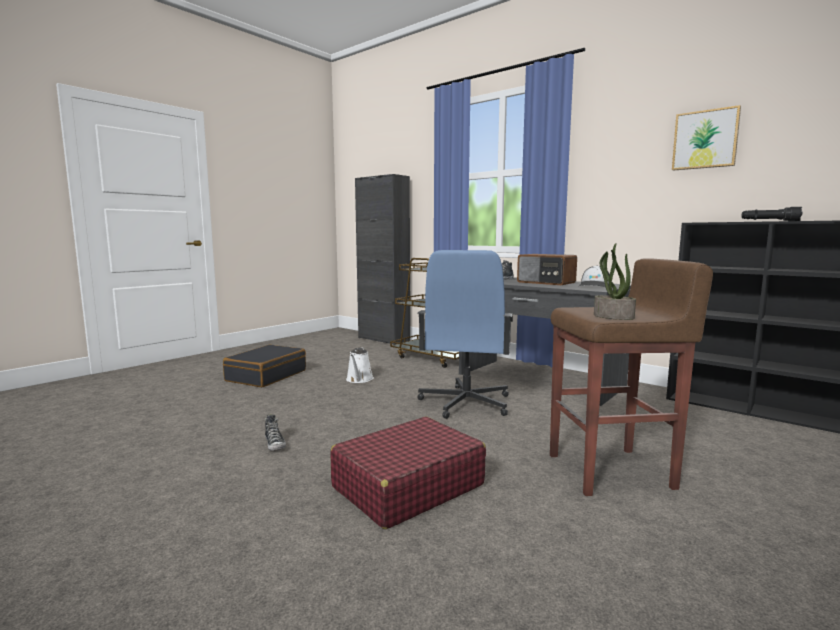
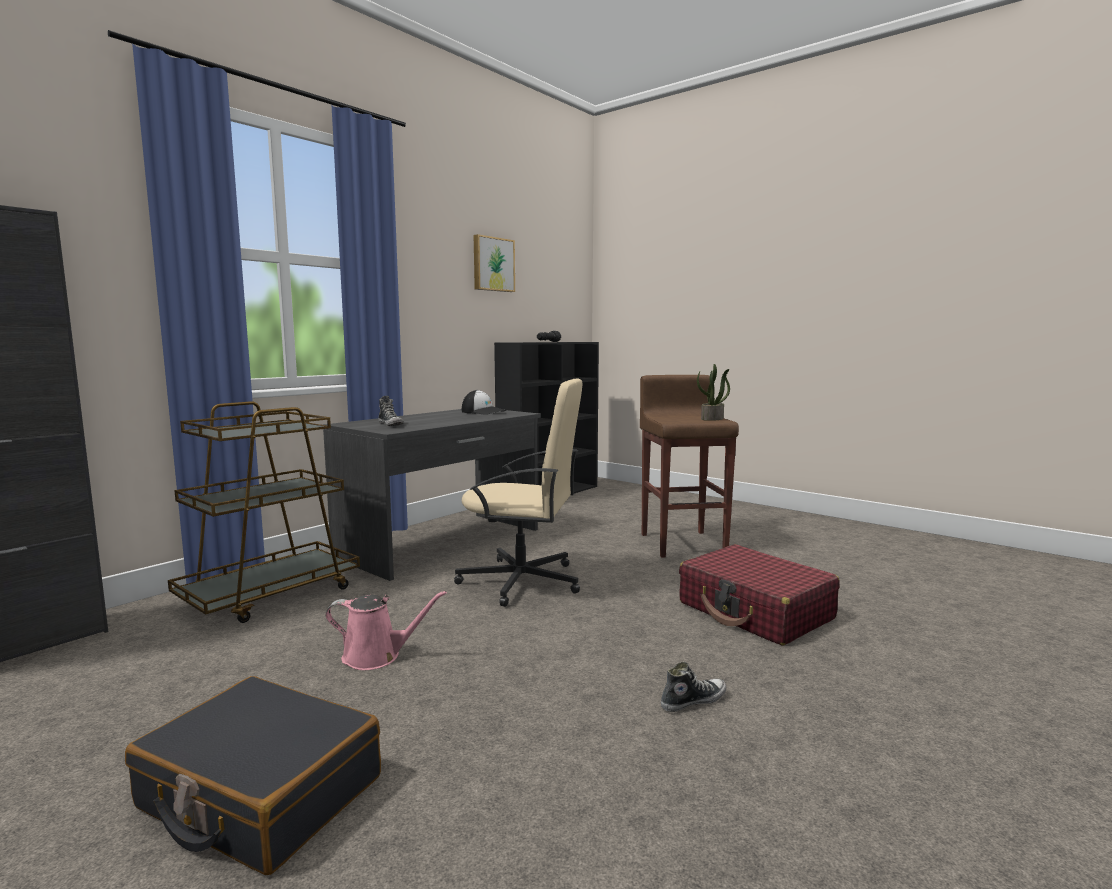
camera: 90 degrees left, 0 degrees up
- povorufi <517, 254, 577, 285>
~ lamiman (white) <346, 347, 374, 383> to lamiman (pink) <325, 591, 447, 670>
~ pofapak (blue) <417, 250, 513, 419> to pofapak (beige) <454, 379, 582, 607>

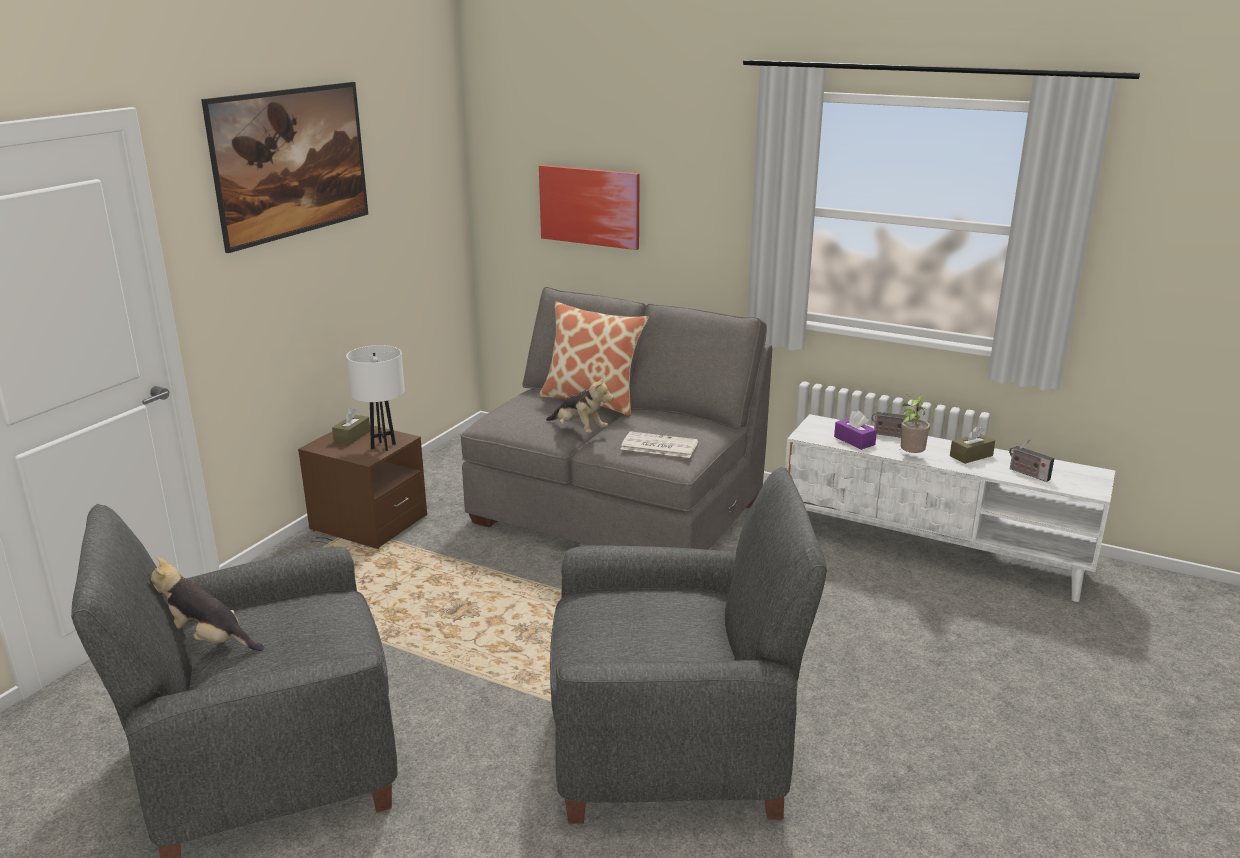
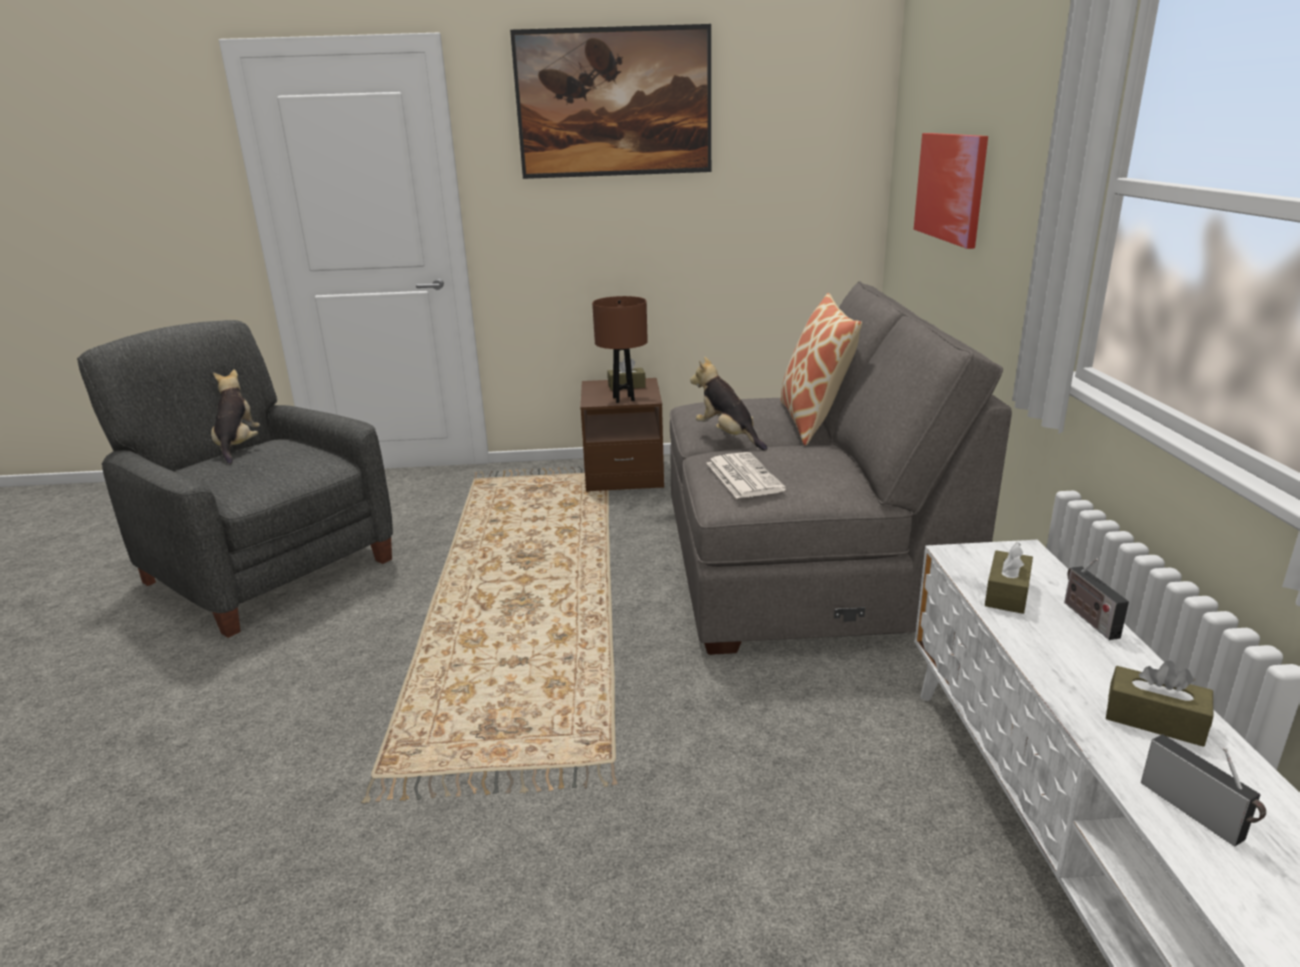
camera: 60 degrees right, 0 degrees up
- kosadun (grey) <550, 467, 827, 824>
- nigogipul <899, 394, 930, 453>
~ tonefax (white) <346, 345, 405, 451> to tonefax (brown) <592, 296, 648, 403>
~ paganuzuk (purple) <834, 411, 877, 450> to paganuzuk (brown) <985, 542, 1033, 614>
~ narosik <546, 376, 614, 433> = <690, 357, 767, 451> 135 degrees clockwise
~ povorufi <1009, 439, 1054, 482> = <1141, 734, 1266, 846> 135 degrees clockwise

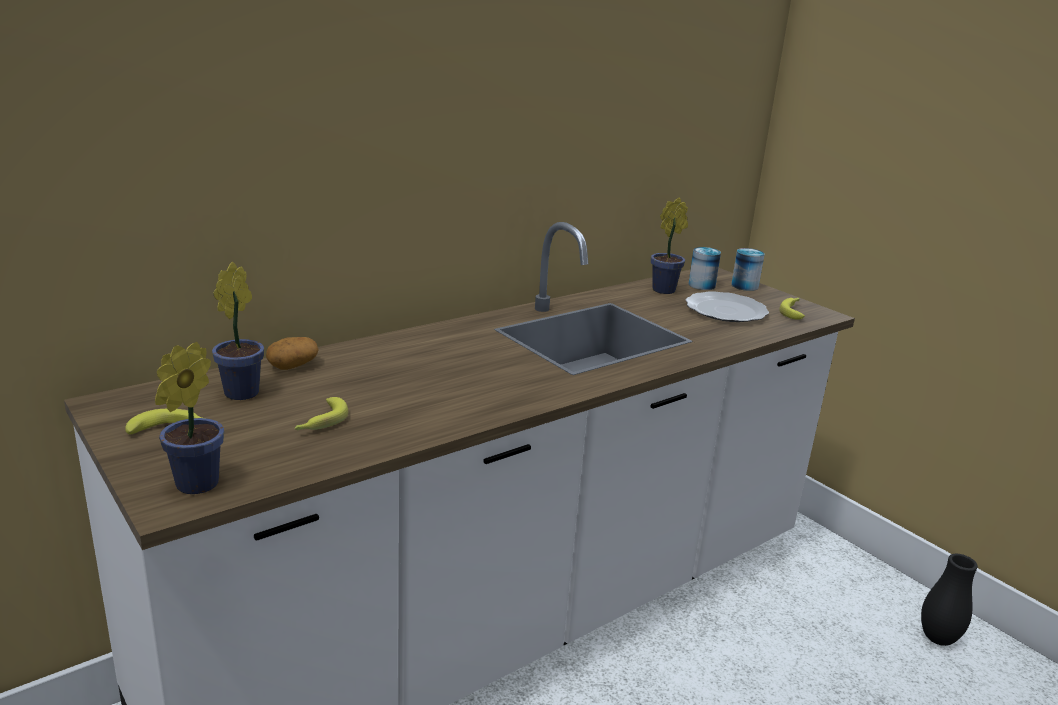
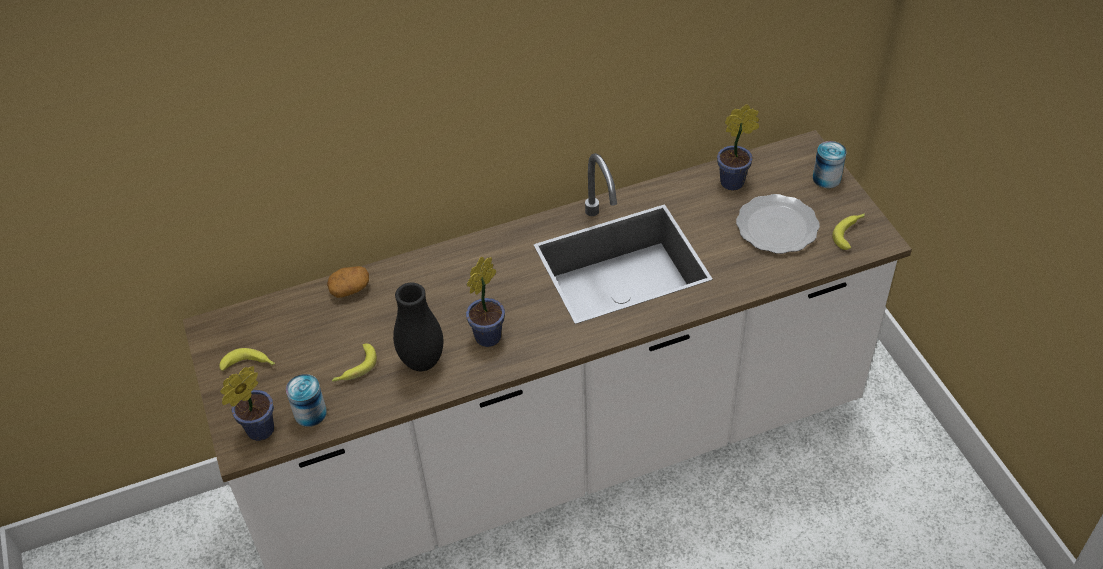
camera: 20 degrees right, 25 degrees up
~ nigogipul <212, 262, 265, 400> to <466, 257, 505, 347>
~ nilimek <688, 247, 721, 290> to <286, 374, 327, 427>
~ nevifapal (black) <921, 554, 978, 646> to <393, 282, 444, 371>

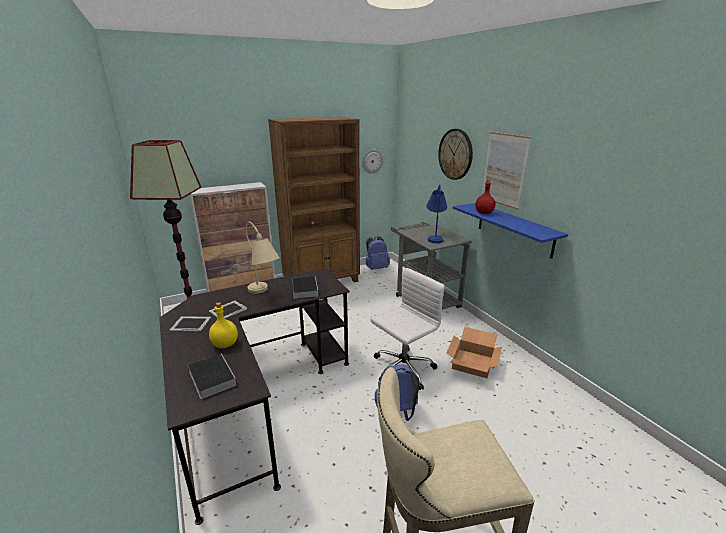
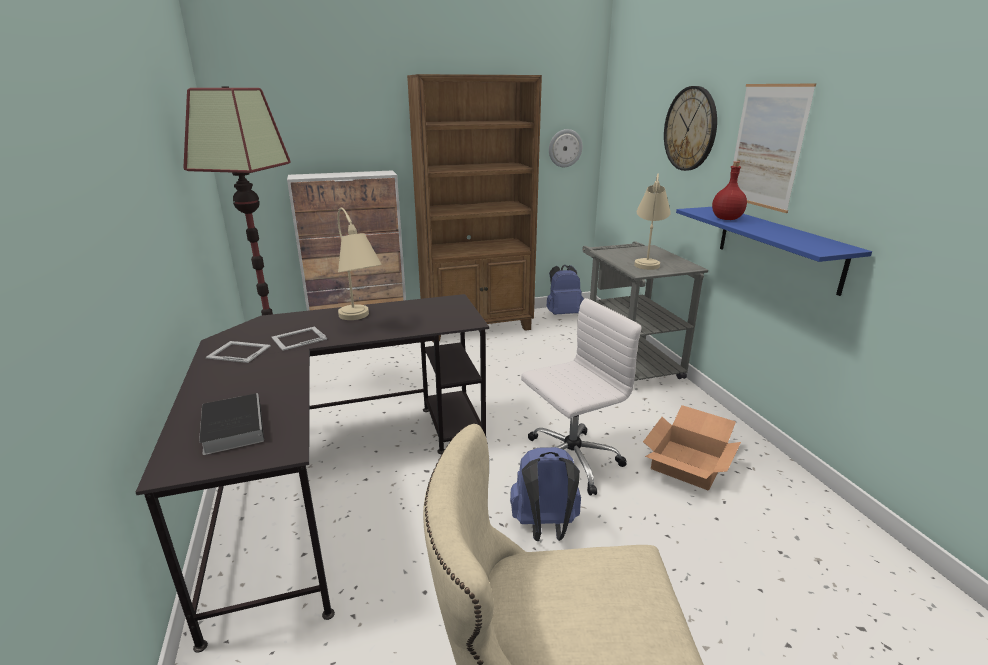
camera: 10 degrees right, 0 degrees up
- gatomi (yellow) <209, 302, 238, 348>
- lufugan <292, 276, 319, 298>
~ tonefax (blue) <426, 184, 447, 243> to tonefax (beige) <634, 174, 671, 270>

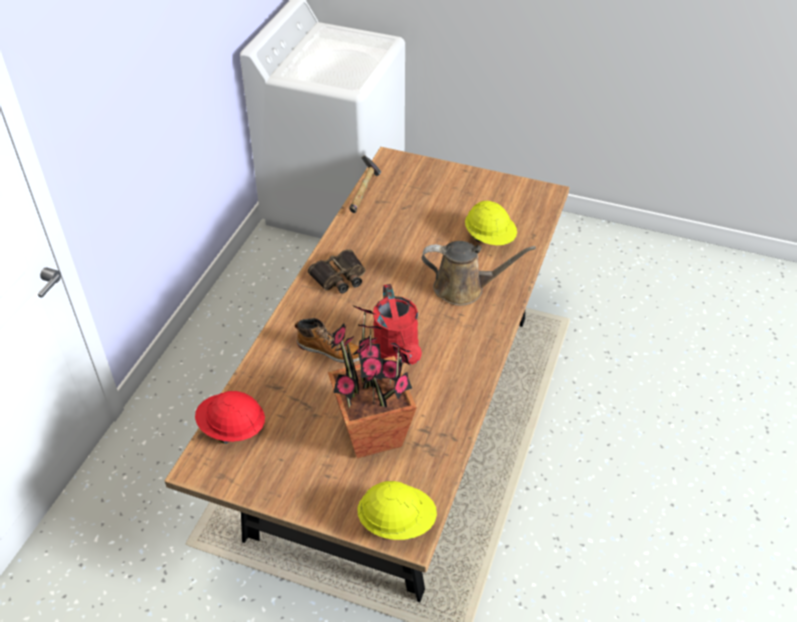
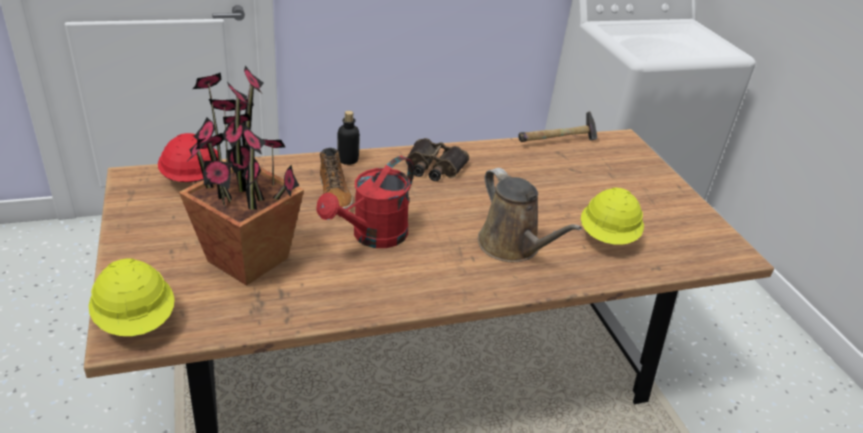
camera: 50 degrees right, 10 degrees down
+ gatomi <337, 111, 360, 165>

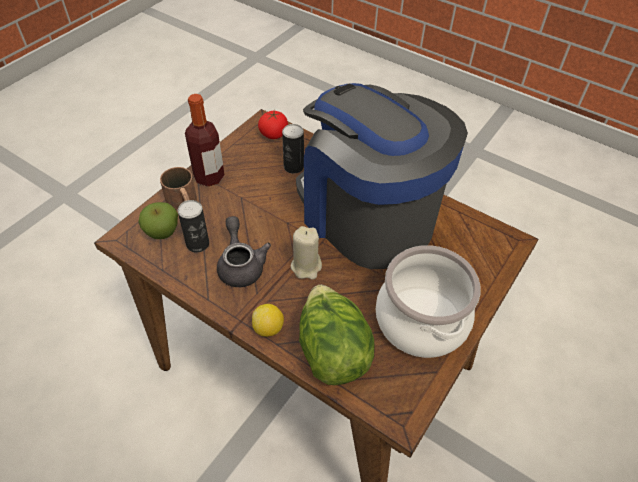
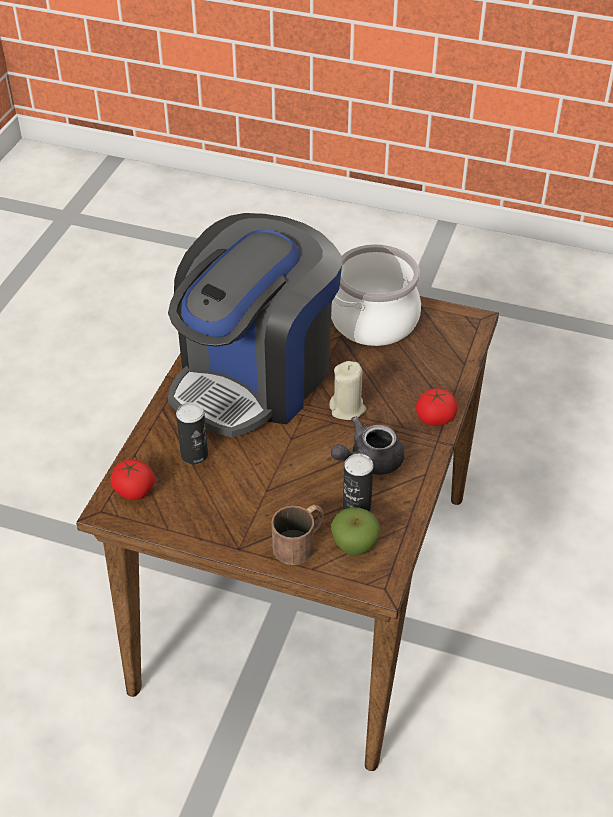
camera: 105 degrees left, 5 degrees down
- gatomi <185, 94, 225, 187>
- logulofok <299, 285, 375, 385>
~ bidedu <252, 304, 284, 337> to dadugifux <416, 388, 457, 426>

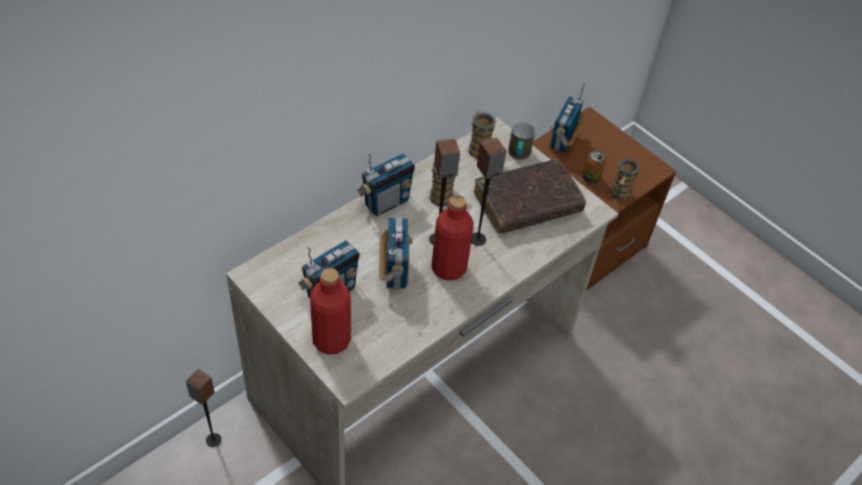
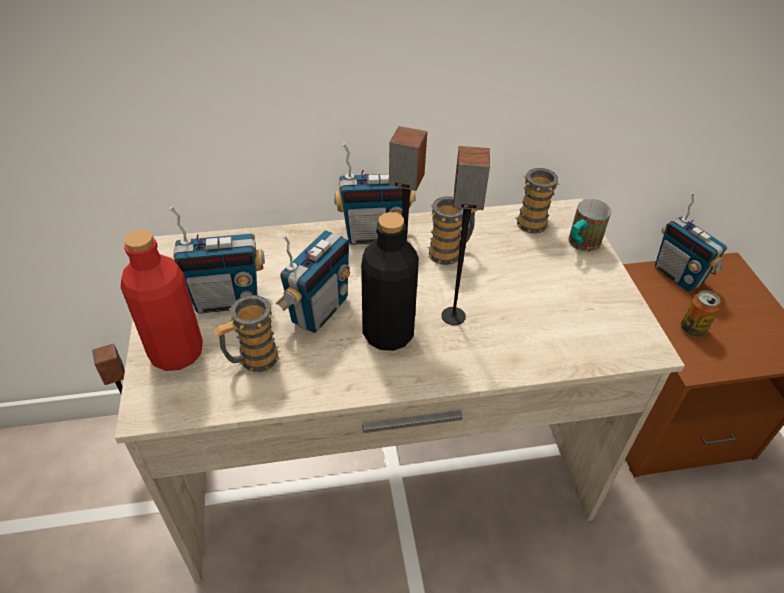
camera: 35 degrees right, 5 degrees down
- lufugan (brown) <474, 159, 586, 234>
~ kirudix <609, 159, 641, 200> to <214, 295, 280, 372>
~ gatomi (red) <432, 195, 473, 281> to gatomi (black) <361, 212, 419, 351>
~ povorufi <550, 83, 585, 153> = <655, 193, 727, 292> 90 degrees counterclockwise

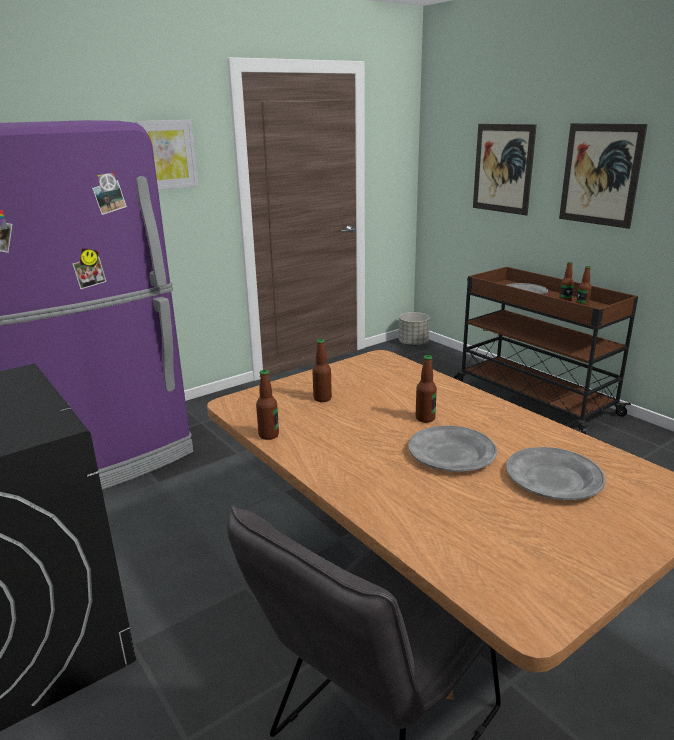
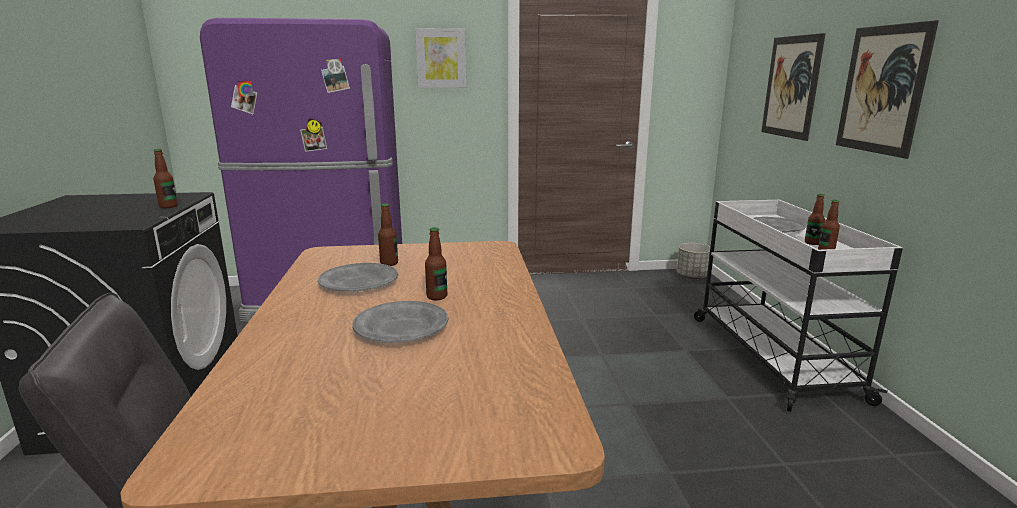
camera: 30 degrees right, 5 degrees down
~ gatomi <256, 370, 279, 440> to <153, 149, 178, 208>
~ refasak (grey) <506, 447, 605, 500> to <318, 263, 398, 292>
~ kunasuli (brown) <453, 267, 638, 434> to kunasuli (white) <694, 200, 903, 412>

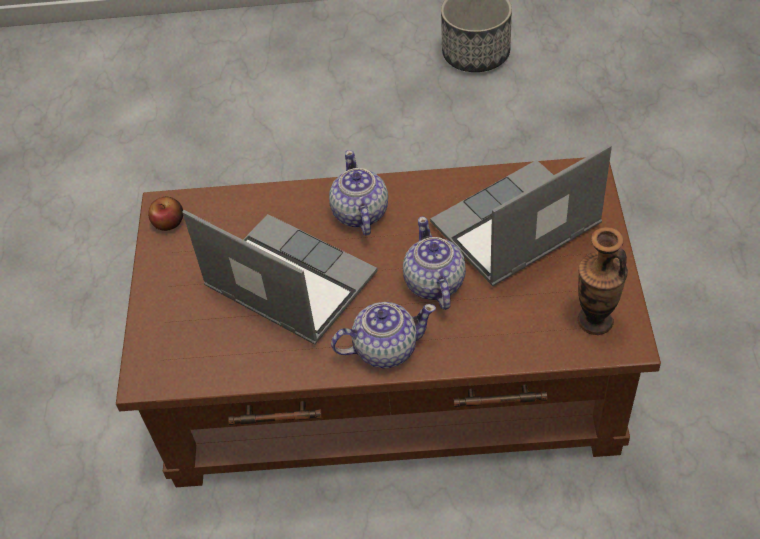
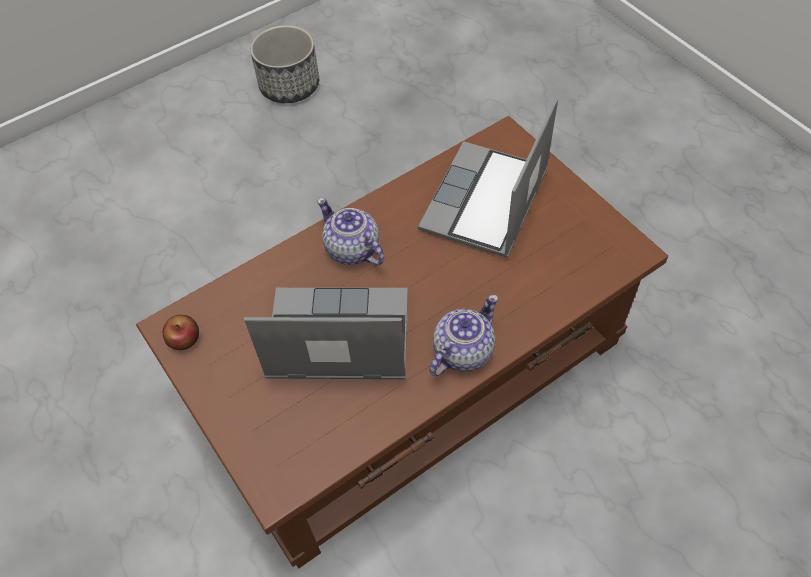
camera: 35 degrees left, 5 degrees up
- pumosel <403, 217, 466, 310>
- nevifapal <578, 227, 628, 335>

